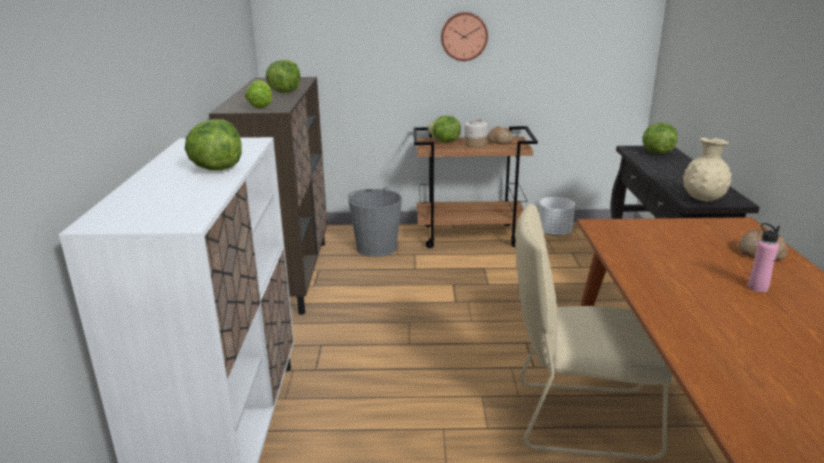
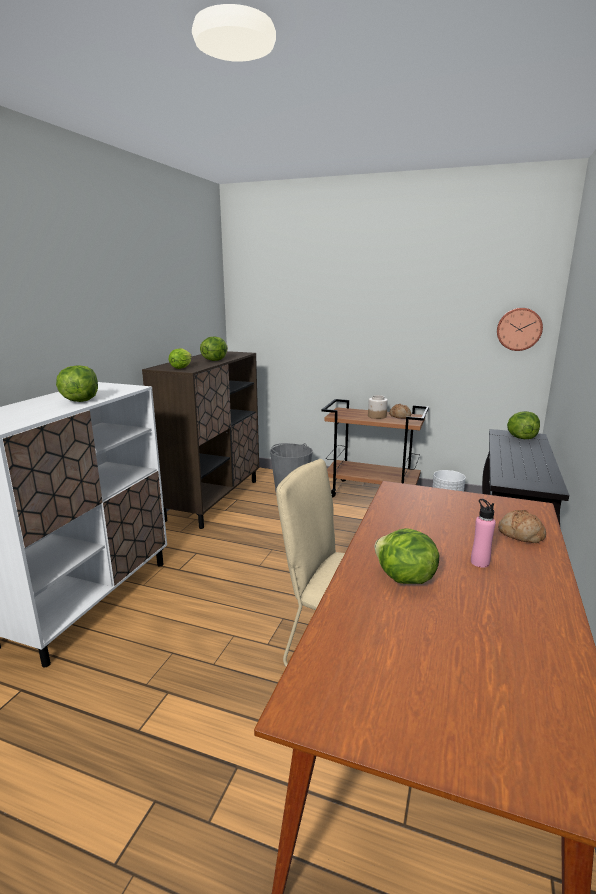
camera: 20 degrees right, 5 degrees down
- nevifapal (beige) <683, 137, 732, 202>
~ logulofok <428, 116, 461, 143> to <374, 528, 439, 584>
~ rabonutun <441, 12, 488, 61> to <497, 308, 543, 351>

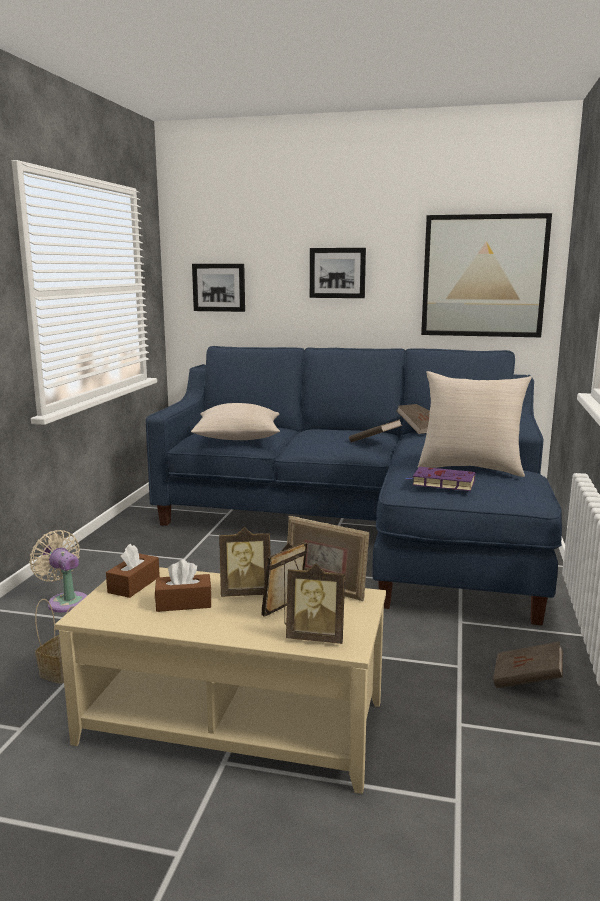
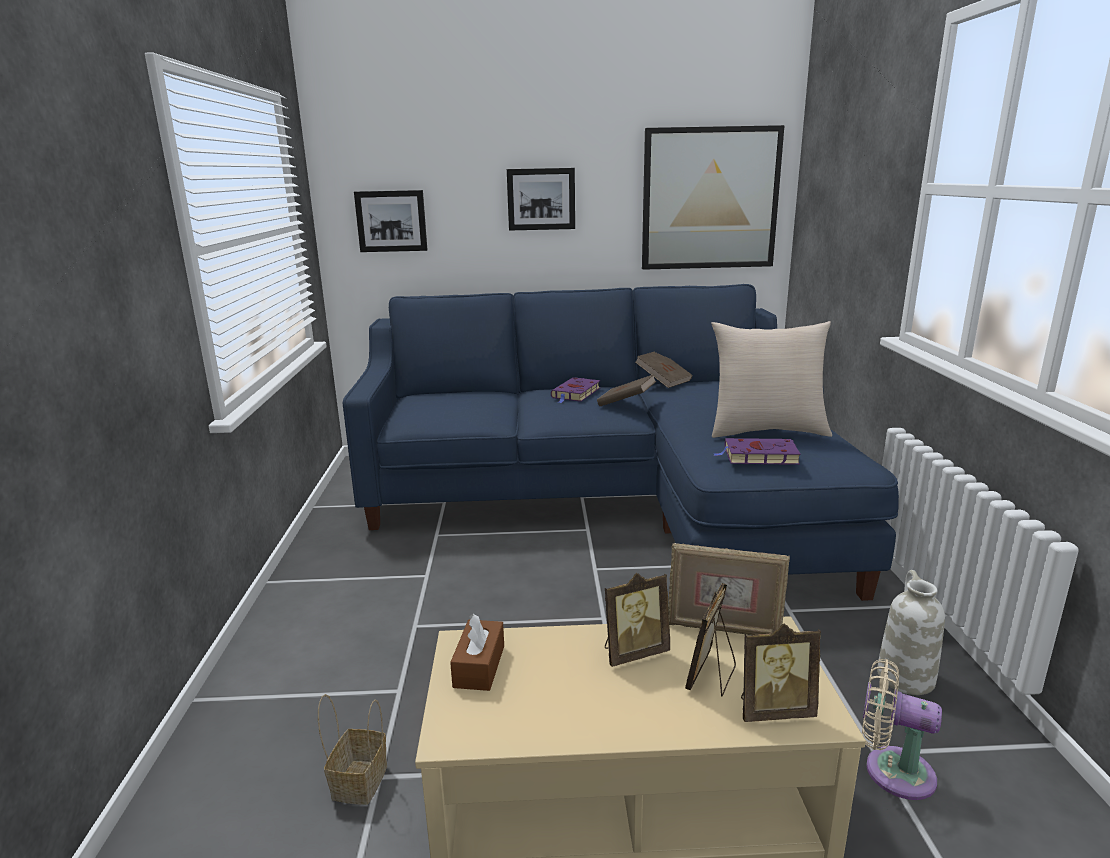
camera: 15 degrees left, 5 degrees up
- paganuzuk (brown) <155, 560, 212, 612>
- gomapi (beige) <191, 403, 280, 440>
+ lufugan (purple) <551, 377, 600, 403>
~ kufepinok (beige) <29, 530, 87, 613> to <862, 659, 942, 800>
~ lufugan (brown) <493, 642, 563, 688> to nevifapal (white) <877, 570, 945, 695>

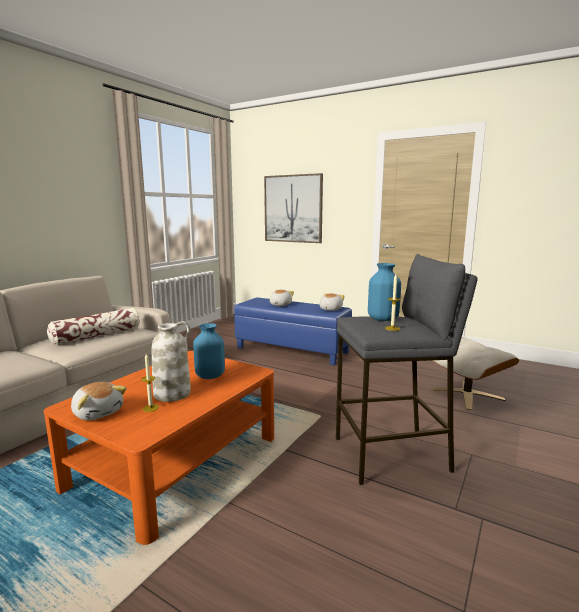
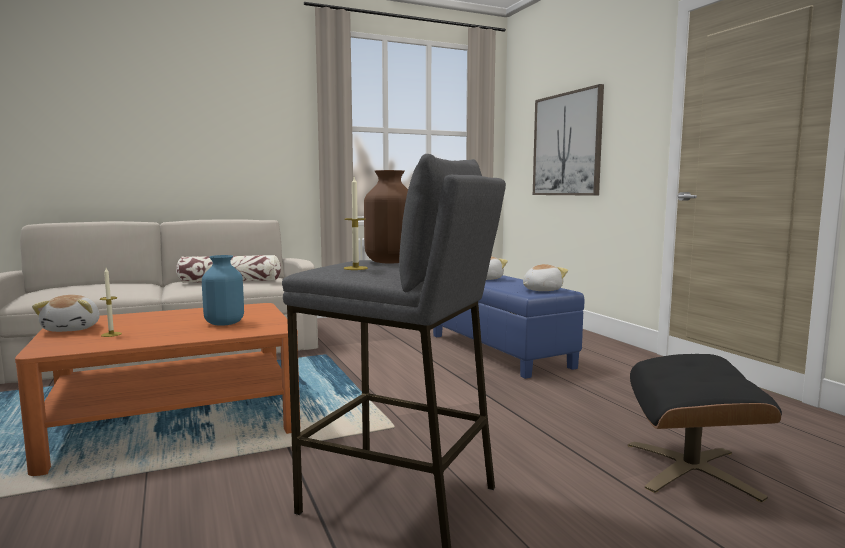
camera: 35 degrees right, 5 degrees down
- nevifapal (white) <152, 321, 191, 402>
~ nevifapal (blue) <368, 263, 401, 321> to nevifapal (brown) <364, 170, 408, 264>
~ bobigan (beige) <431, 337, 519, 410> to bobigan (black) <628, 354, 782, 502>

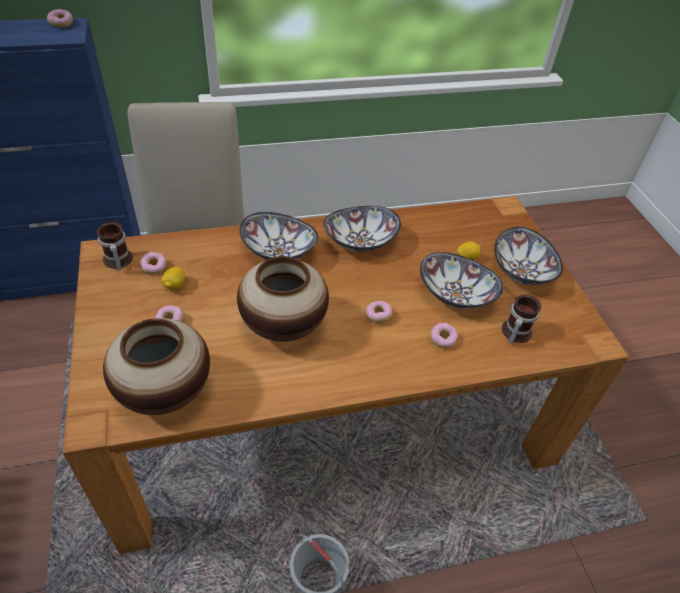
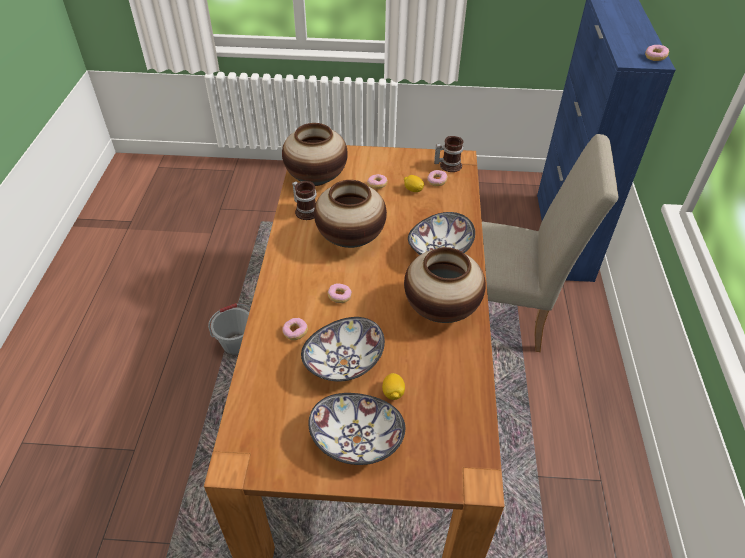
camera: 110 degrees right, 0 degrees up
~ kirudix <502, 295, 541, 344> to <292, 181, 317, 220>
~ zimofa <324, 206, 401, 252> to nevifapal <404, 247, 486, 323>

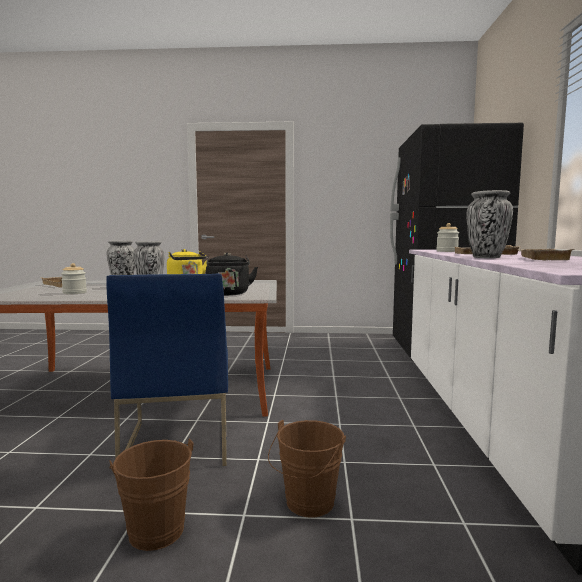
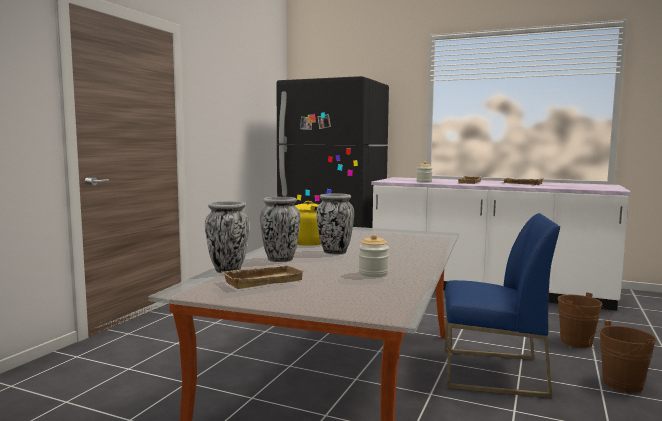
camera: 70 degrees left, 0 degrees up
- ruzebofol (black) <206, 253, 258, 296>
~ nevifapal <466, 190, 513, 258> to <205, 201, 249, 273>

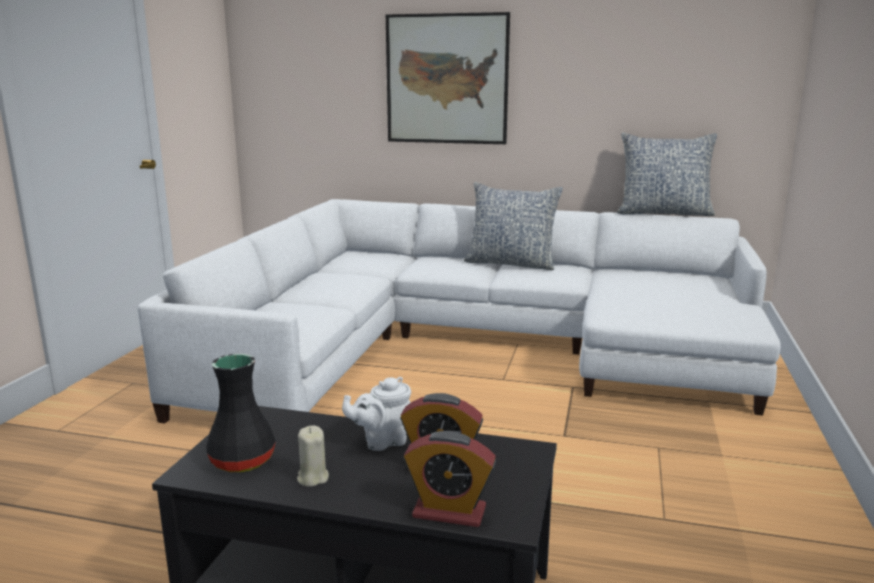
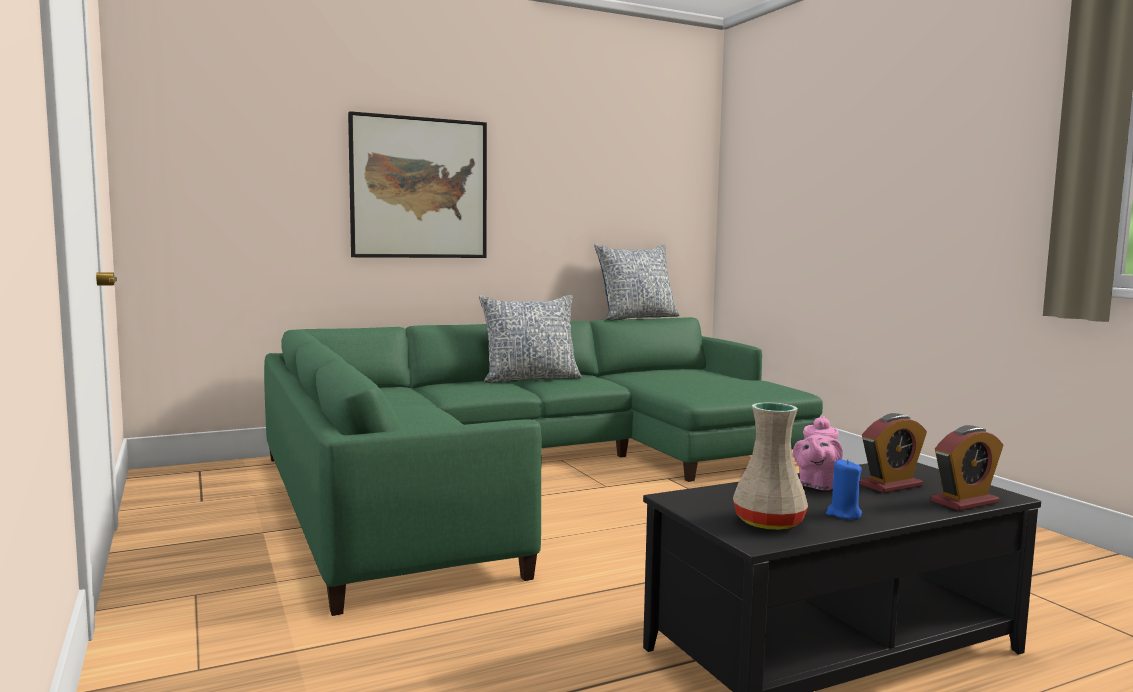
camera: 40 degrees left, 10 degrees down
~ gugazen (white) <137, 199, 781, 423> to gugazen (green) <264, 317, 823, 616>
~ nevifapal (black) <206, 354, 276, 473> to nevifapal (beige) <733, 402, 808, 530>
~ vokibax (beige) <297, 426, 329, 487> to vokibax (blue) <826, 459, 862, 519>
~ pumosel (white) <342, 377, 411, 451> to pumosel (pink) <793, 416, 843, 490>

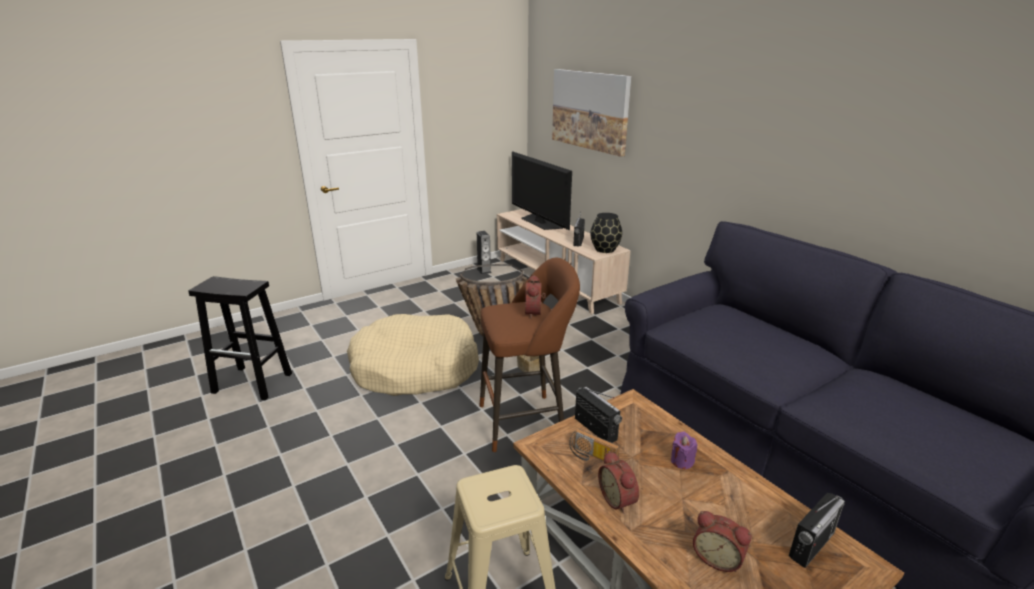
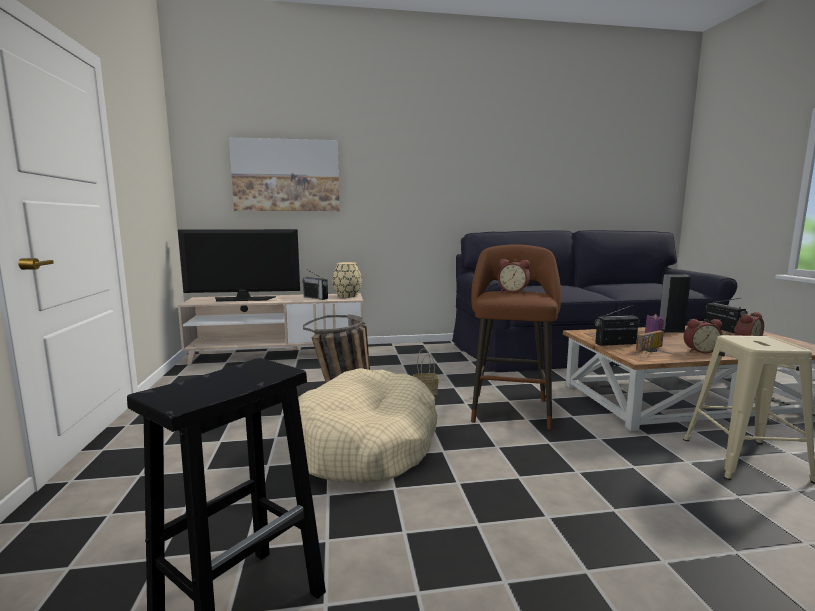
camera: 65 degrees left, 15 degrees down
~ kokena <477, 231, 492, 274> to <660, 274, 691, 333>
~ nevifapal (black) <590, 213, 622, 253> to nevifapal (beige) <332, 262, 362, 298>

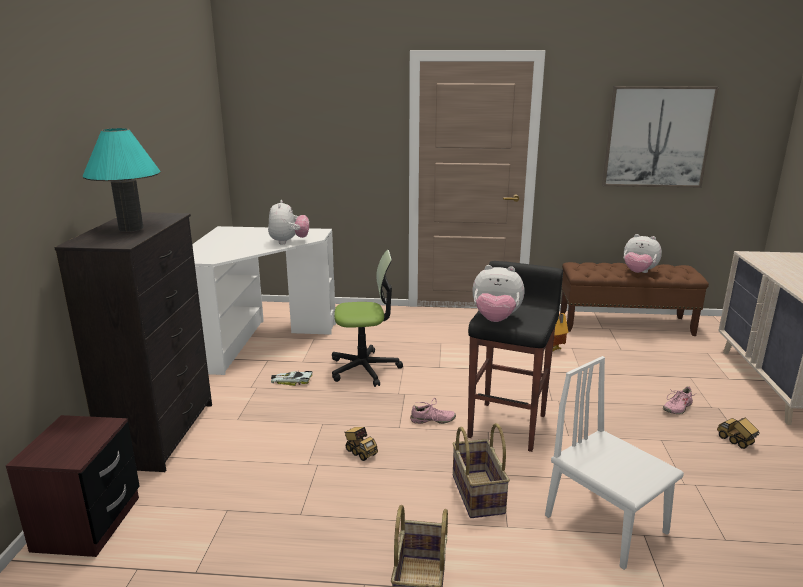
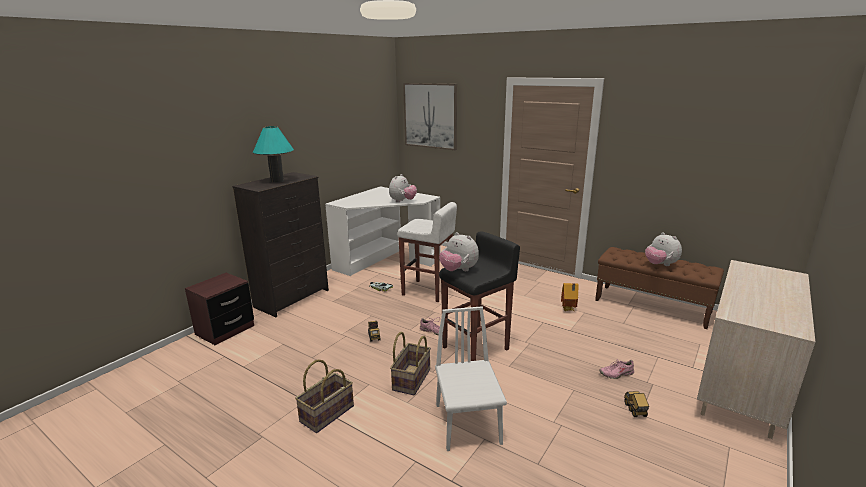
camera: 30 degrees right, 0 degrees up
~ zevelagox <602, 86, 719, 188> to <403, 83, 457, 150>
~ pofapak <332, 250, 403, 387> to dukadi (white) <397, 202, 457, 302>

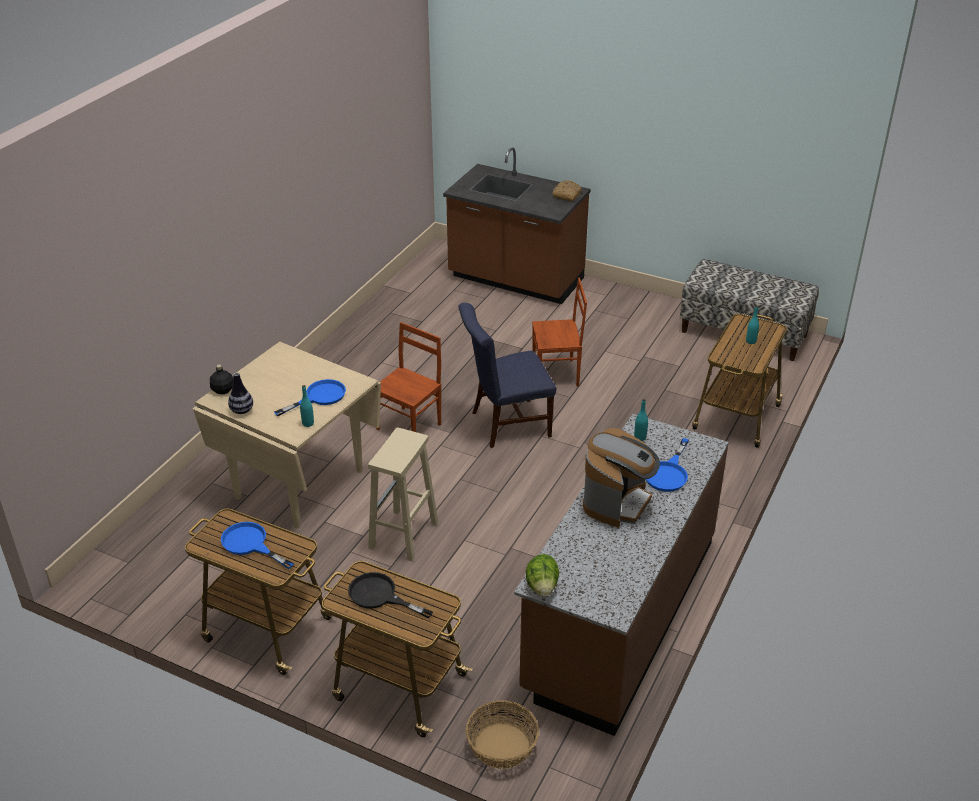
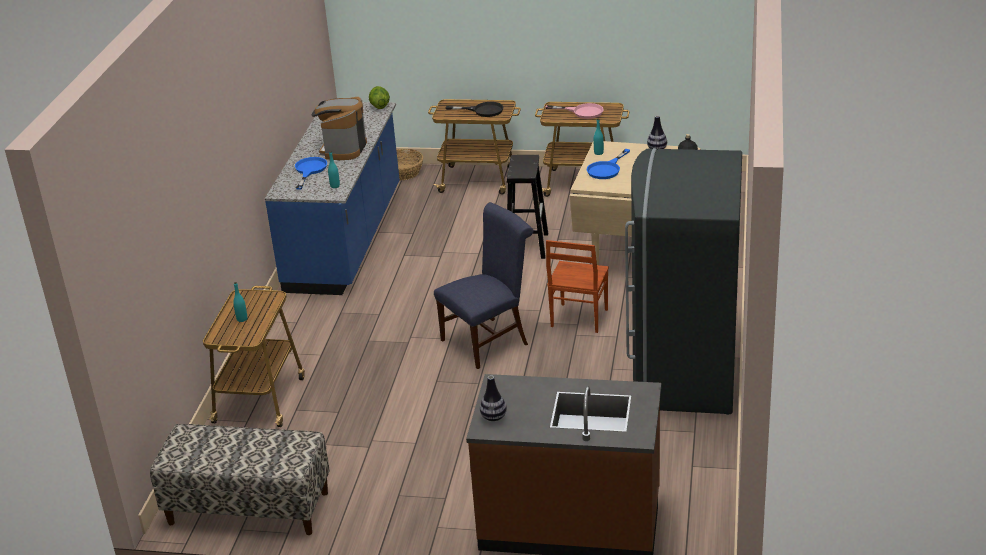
camera: 165 degrees right, 5 degrees down
- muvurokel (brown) <532, 278, 587, 387>
+ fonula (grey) <625, 148, 742, 415>
~ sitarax <552, 180, 582, 201> to nevifapal <480, 375, 507, 421>
~ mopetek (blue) <221, 522, 294, 569> to mopetek (pink) <545, 103, 604, 119>
~ dukadi (beige) <368, 427, 438, 561> to dukadi (black) <507, 155, 548, 259>
~ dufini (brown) <514, 414, 729, 736> to dufini (blue) <265, 102, 400, 295>

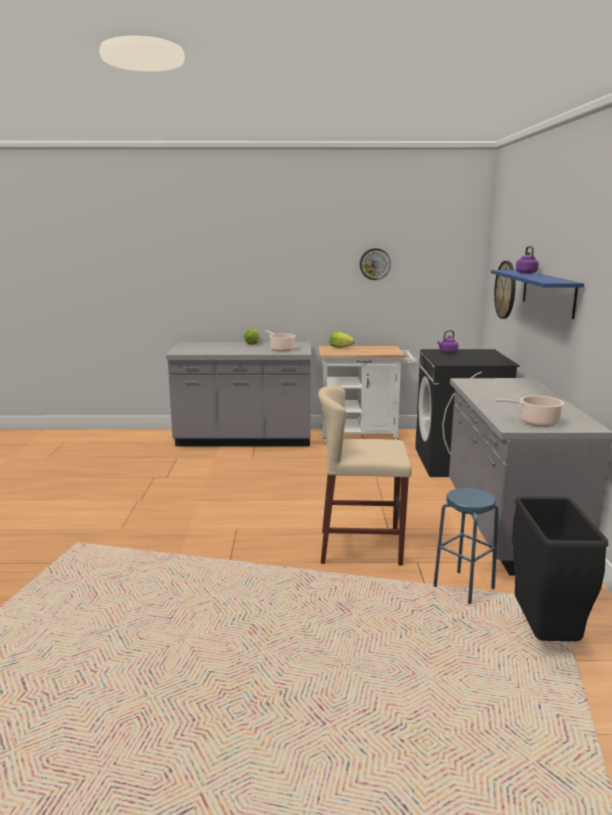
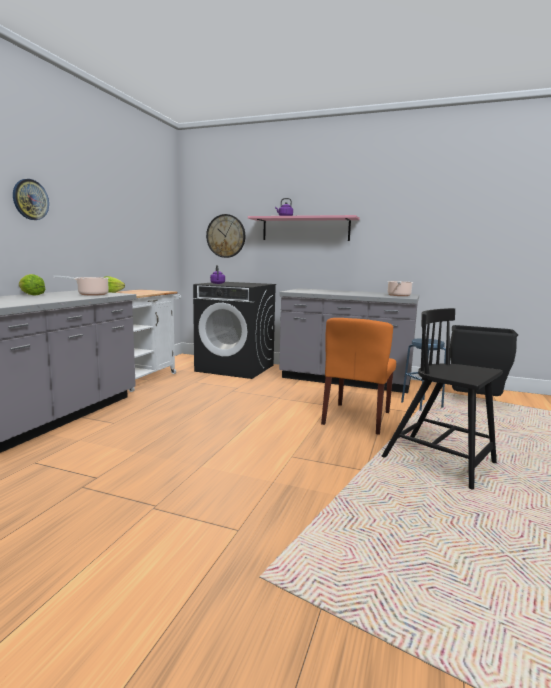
camera: 70 degrees left, 5 degrees down
+ muvurokel (black) <382, 308, 503, 490>
~ rabonutun <360, 248, 391, 280> to <13, 179, 49, 220>
~ dukadi (beige) <318, 386, 412, 565> to muvurokel (orange) <321, 318, 396, 435>
~ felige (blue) <491, 270, 584, 319> to felige (pink) <248, 215, 360, 241>

